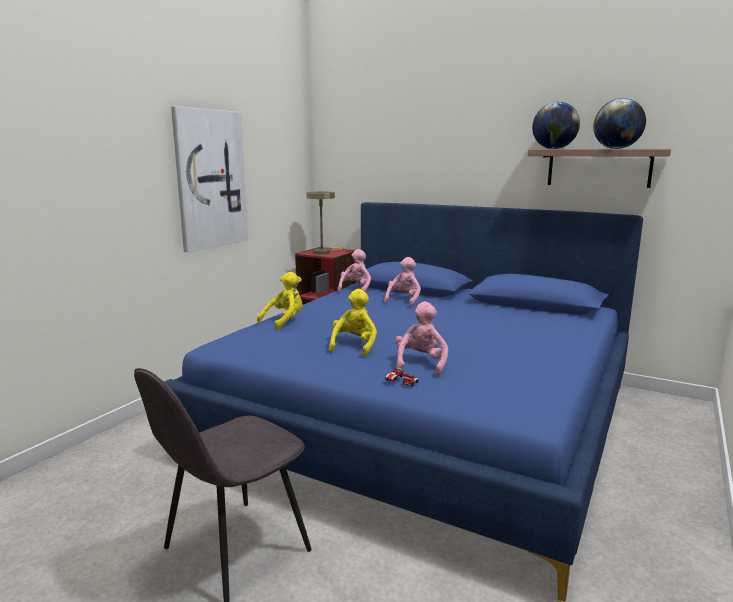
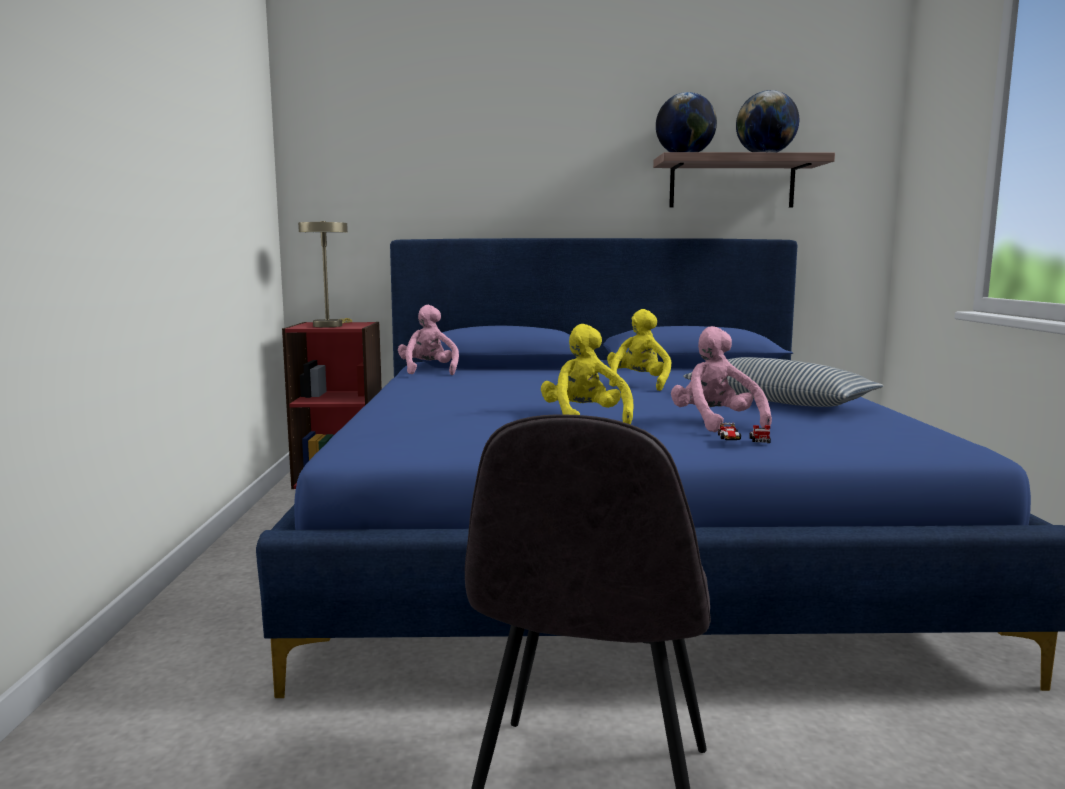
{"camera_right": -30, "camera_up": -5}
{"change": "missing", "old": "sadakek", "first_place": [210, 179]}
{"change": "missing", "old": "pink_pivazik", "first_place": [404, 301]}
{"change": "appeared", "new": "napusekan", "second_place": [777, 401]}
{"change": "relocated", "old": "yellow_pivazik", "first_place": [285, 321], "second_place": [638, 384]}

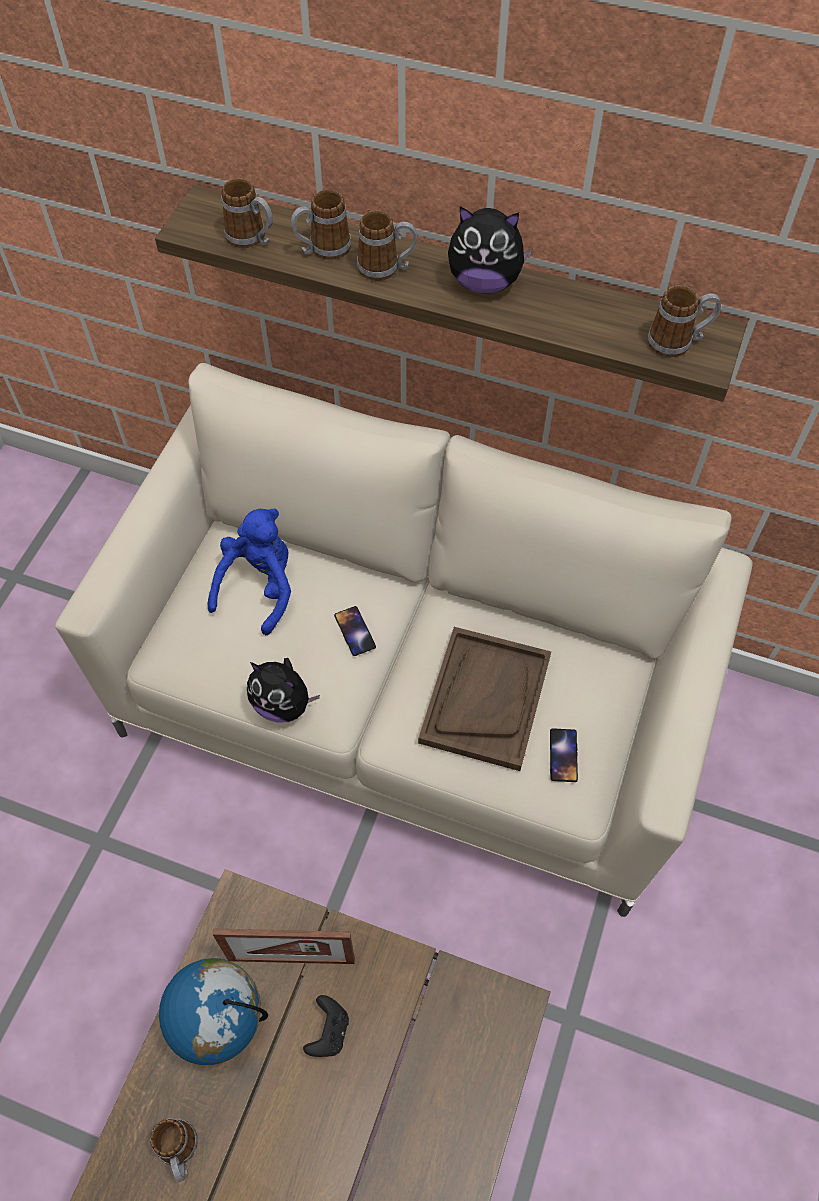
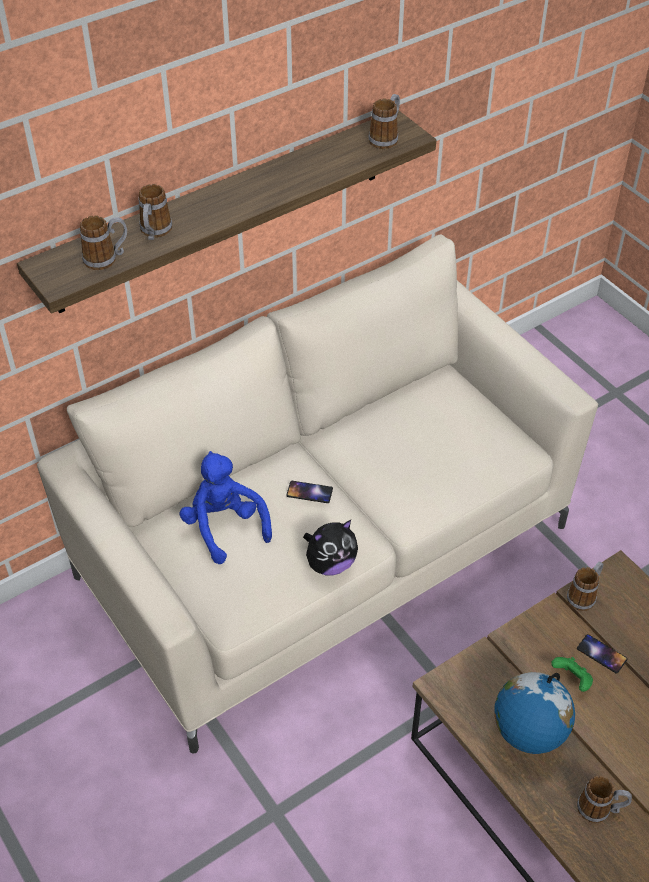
{"camera_right": -55, "camera_up": -10}
{"change": "missing", "old": "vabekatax", "first_place": [291, 959]}
{"change": "missing", "old": "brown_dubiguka", "first_place": [485, 699]}
{"change": "missing", "old": "pivazik", "first_place": [484, 282]}
{"change": "relocated", "old": "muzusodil", "first_place": [386, 268], "second_place": [584, 595]}
{"change": "relocated", "old": "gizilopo", "first_place": [563, 755], "second_place": [601, 654]}
{"change": "colour", "old": "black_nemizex", "new": "green_nemizex", "first_place": [328, 1032], "second_place": [572, 680]}

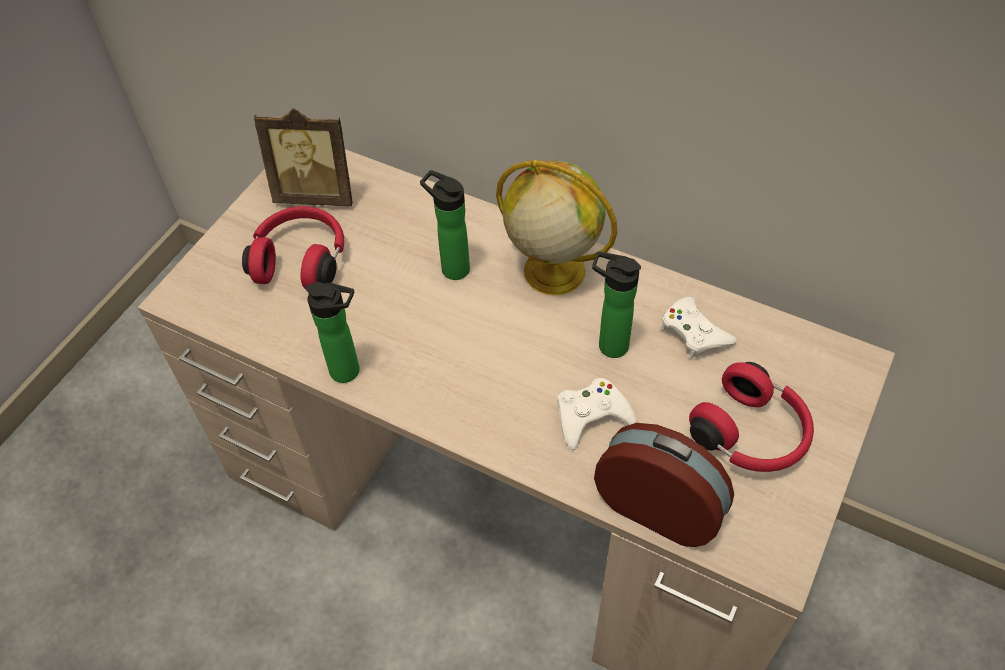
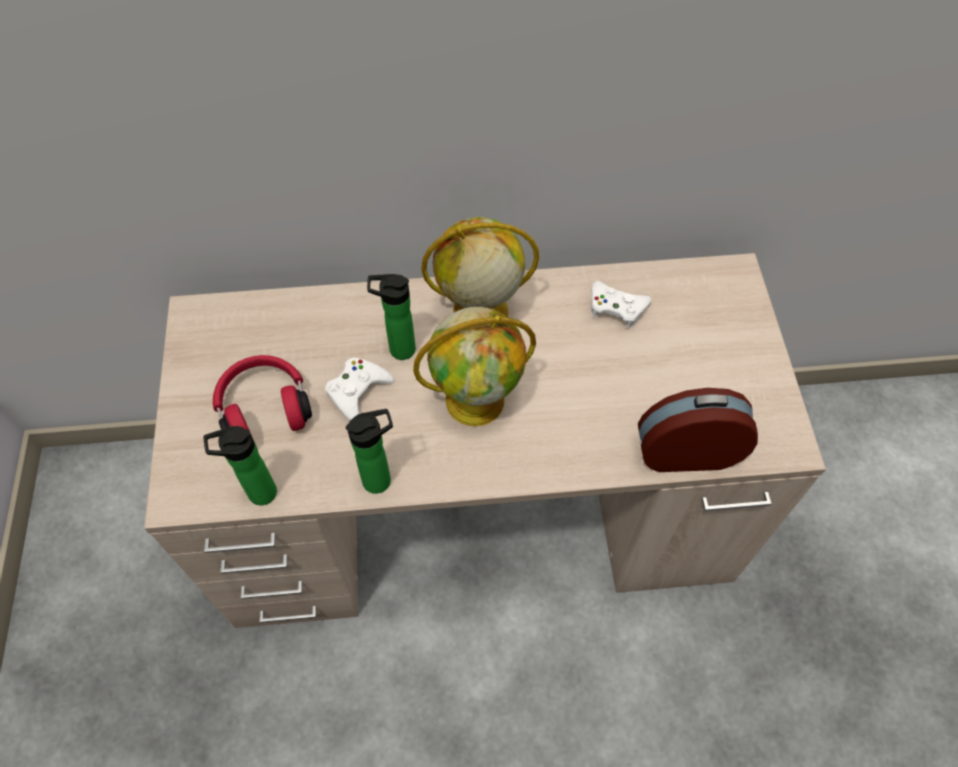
{"camera_right": -35, "camera_up": 5}
{"change": "missing", "old": "vabekatax", "first_place": [317, 194]}
{"change": "missing", "old": "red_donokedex", "first_place": [751, 434]}
{"change": "appeared", "new": "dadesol", "second_place": [476, 399]}
{"change": "relocated", "old": "white_nemizex", "first_place": [591, 416], "second_place": [358, 391]}
{"change": "relocated", "old": "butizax", "first_place": [608, 345], "second_place": [257, 494]}

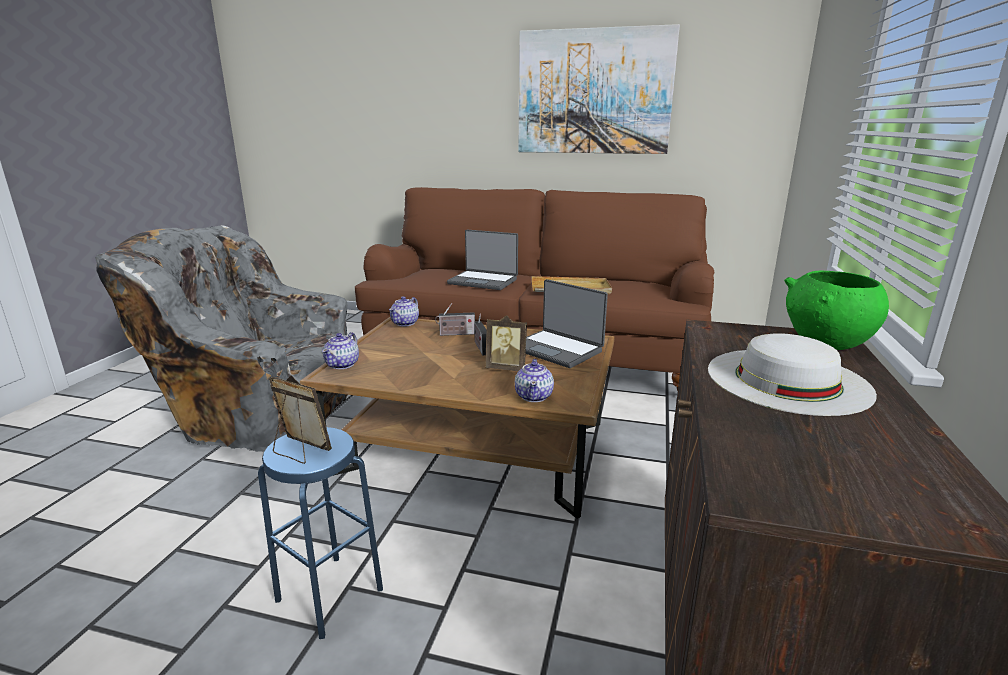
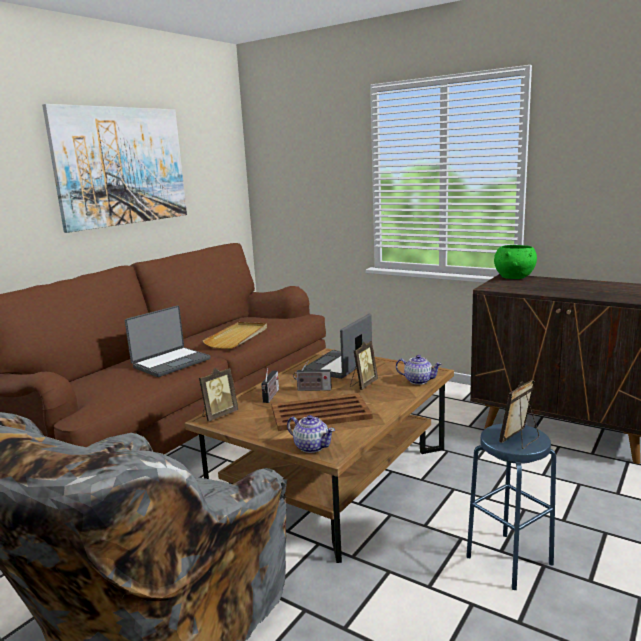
{"camera_right": -70, "camera_up": -5}
{"change": "missing", "old": "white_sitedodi", "first_place": [787, 380]}
{"change": "appeared", "new": "brown_dubiguka", "second_place": [321, 413]}
{"change": "exchanged", "old": "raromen", "new": "vabekatax", "first_place": [405, 323], "second_place": [219, 415]}
{"change": "spun", "old": "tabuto", "first_place": [557, 349], "second_place": [339, 366], "degrees": 150}

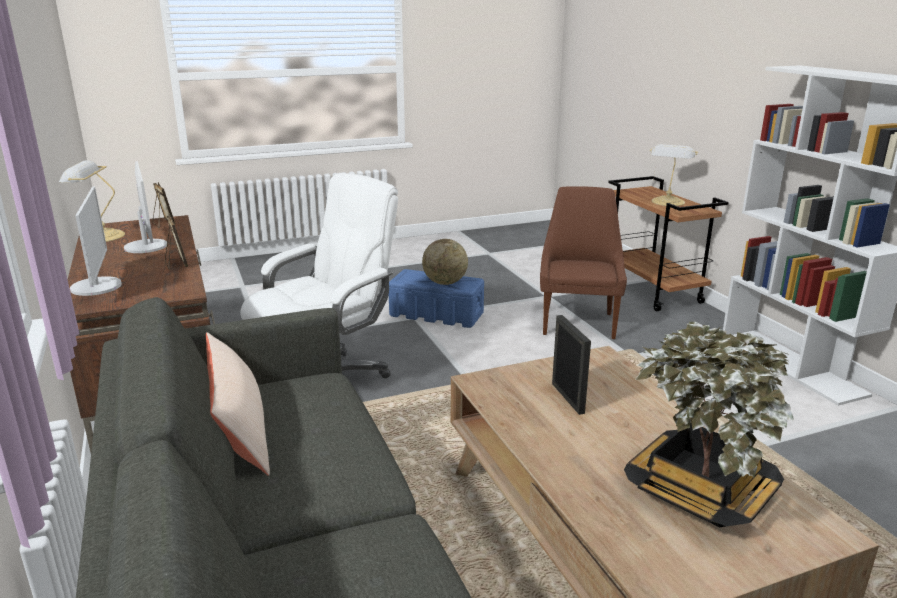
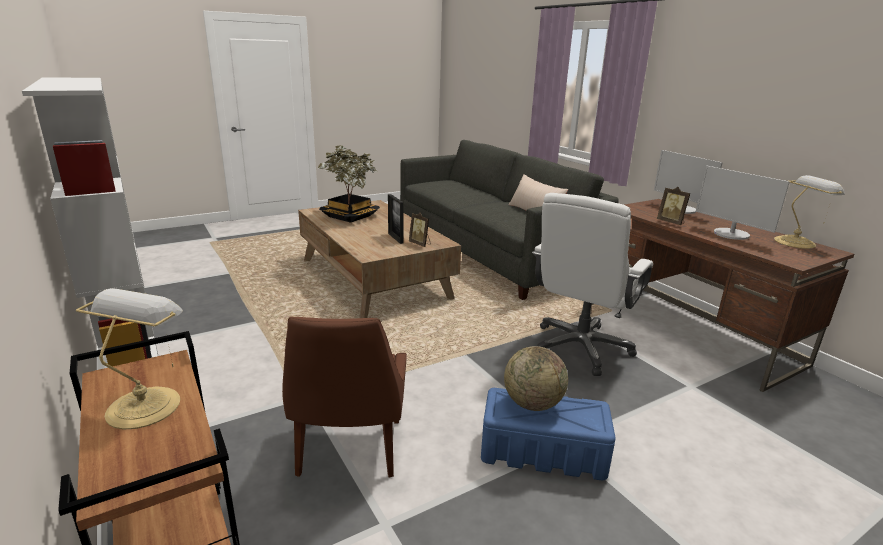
{"camera_right": 170, "camera_up": 0}
{"change": "relocated", "old": "vabekatax", "first_place": [163, 224], "second_place": [420, 244]}

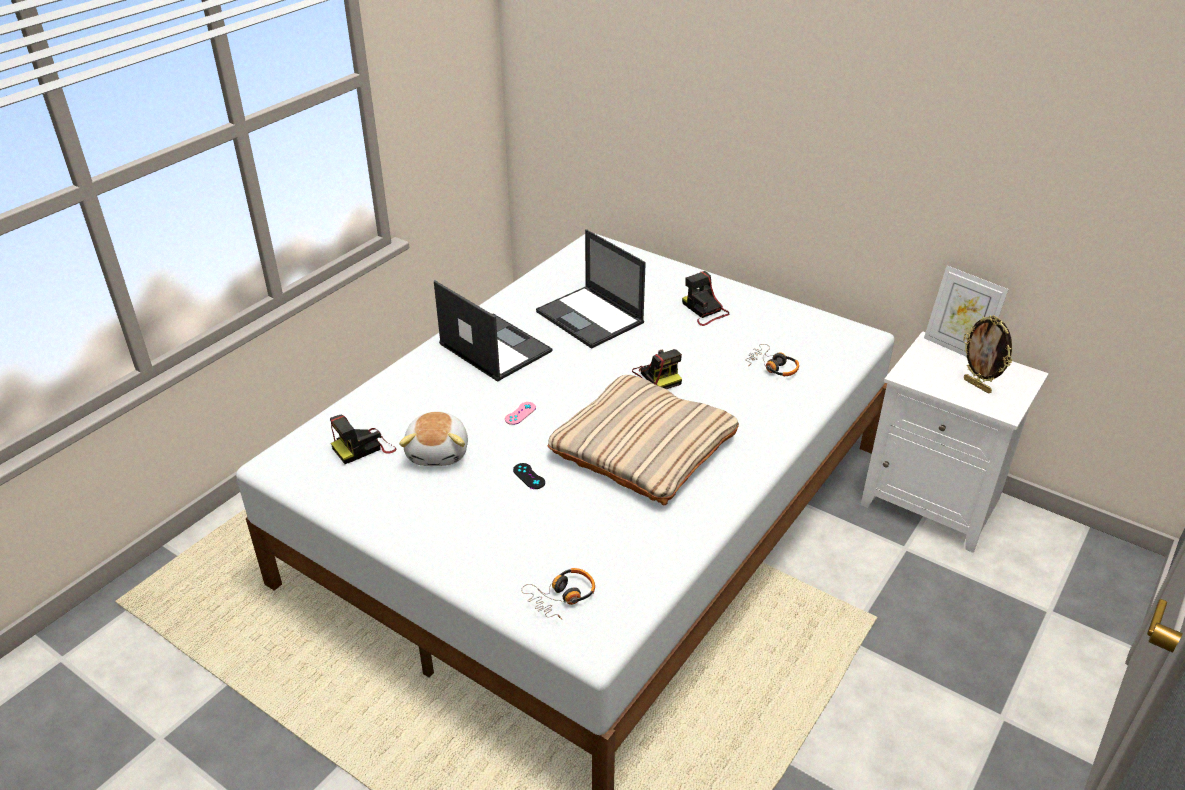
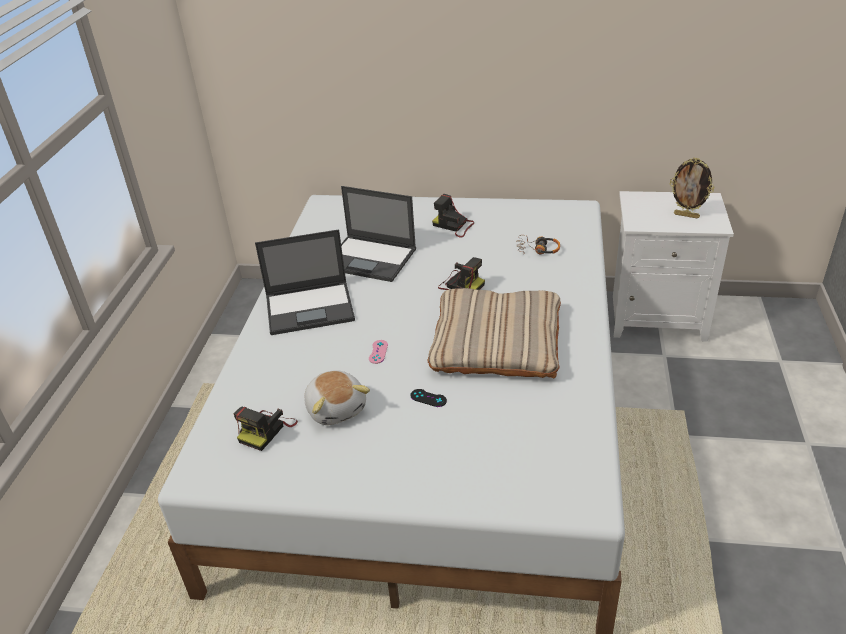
{"camera_right": -25, "camera_up": 0}
{"change": "missing", "old": "donokedex", "first_place": [562, 597]}
{"change": "missing", "old": "vabekatax", "first_place": [955, 347]}
{"change": "spun", "old": "tabuto", "first_place": [494, 347], "second_place": [311, 308], "degrees": 150}

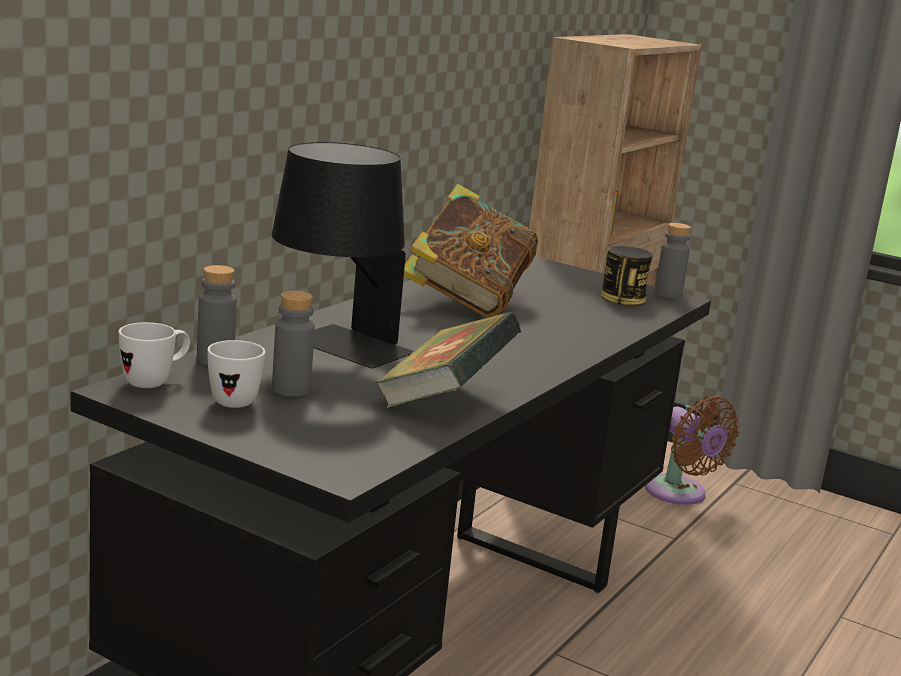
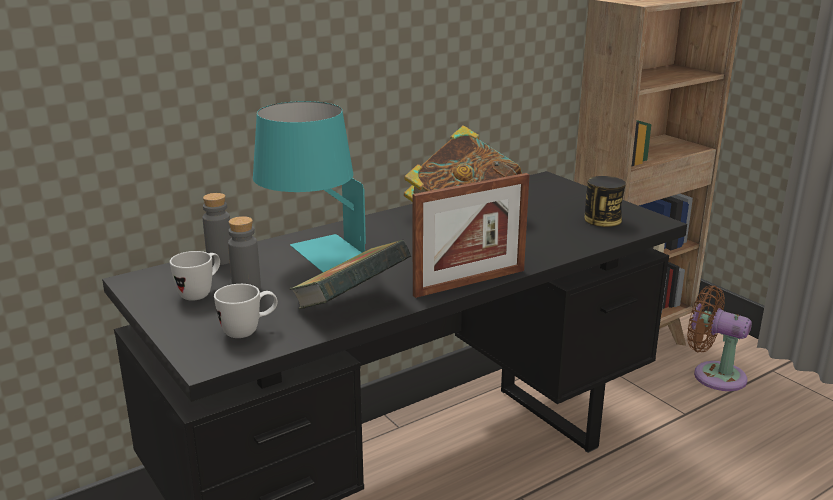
{"camera_right": 25, "camera_up": 5}
{"change": "missing", "old": "grey_butizax", "first_place": [668, 294]}
{"change": "appeared", "new": "vabekatax", "second_place": [470, 282]}
{"change": "relocated", "old": "white_muzusodil", "first_place": [155, 381], "second_place": [249, 331]}
{"change": "colour", "old": "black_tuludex", "new": "turquoise_tuludex", "first_place": [336, 351], "second_place": [314, 257]}
{"change": "spun", "old": "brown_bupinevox", "first_place": [680, 494], "second_place": [713, 375], "degrees": 135}

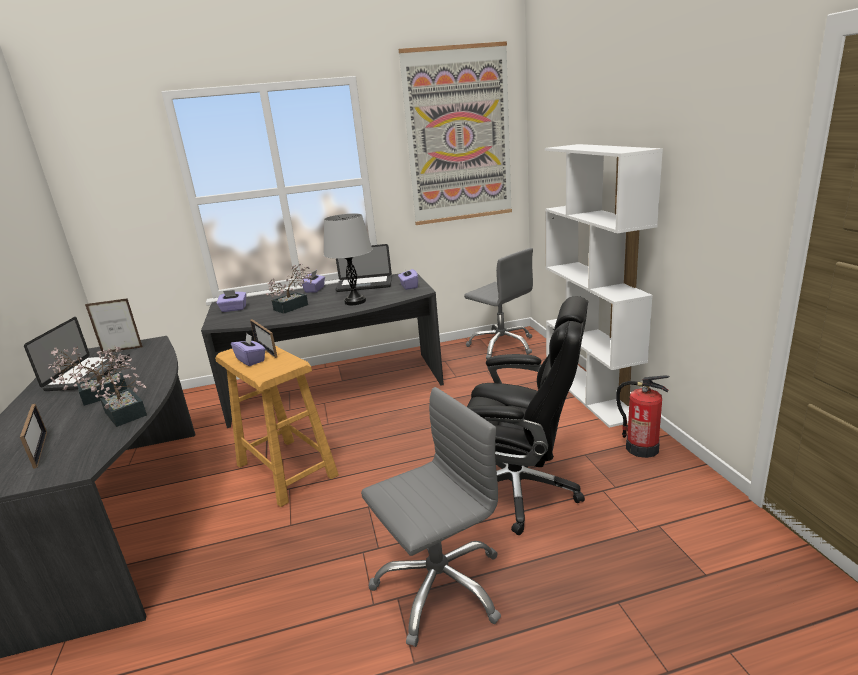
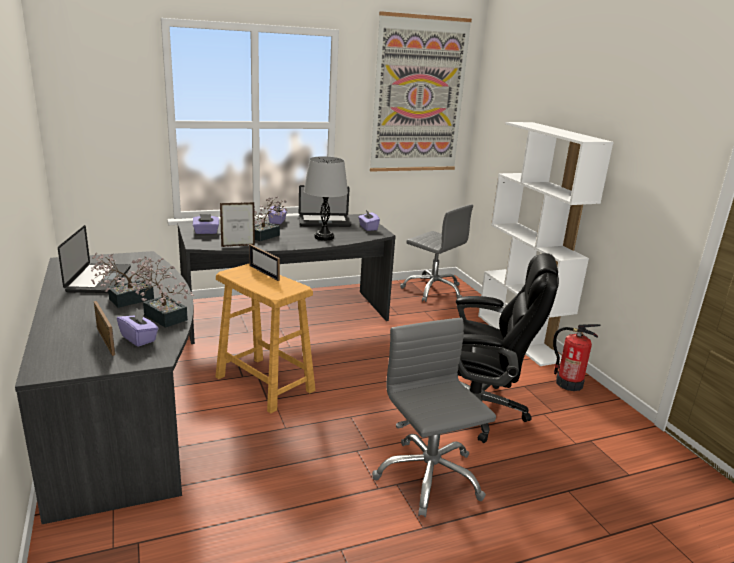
{"camera_right": -10, "camera_up": 0}
{"change": "relocated", "old": "vabekatax", "first_place": [122, 350], "second_place": [238, 246]}
{"change": "relocated", "old": "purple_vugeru", "first_place": [251, 360], "second_place": [139, 338]}
{"change": "spun", "old": "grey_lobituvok", "first_place": [439, 586], "second_place": [428, 477], "degrees": -75}

